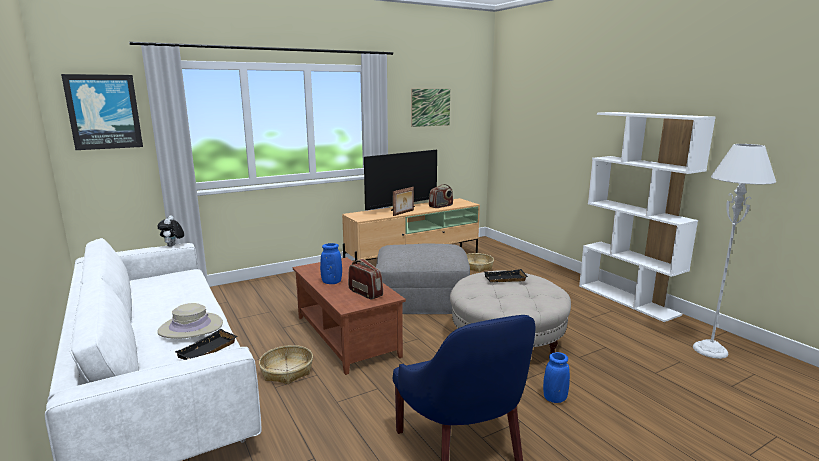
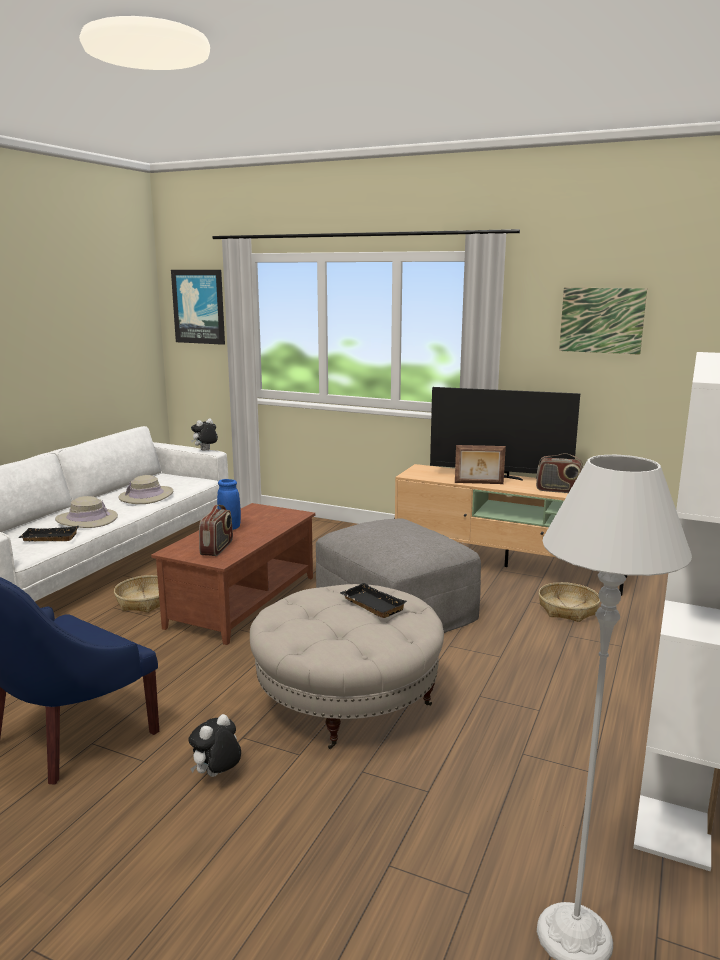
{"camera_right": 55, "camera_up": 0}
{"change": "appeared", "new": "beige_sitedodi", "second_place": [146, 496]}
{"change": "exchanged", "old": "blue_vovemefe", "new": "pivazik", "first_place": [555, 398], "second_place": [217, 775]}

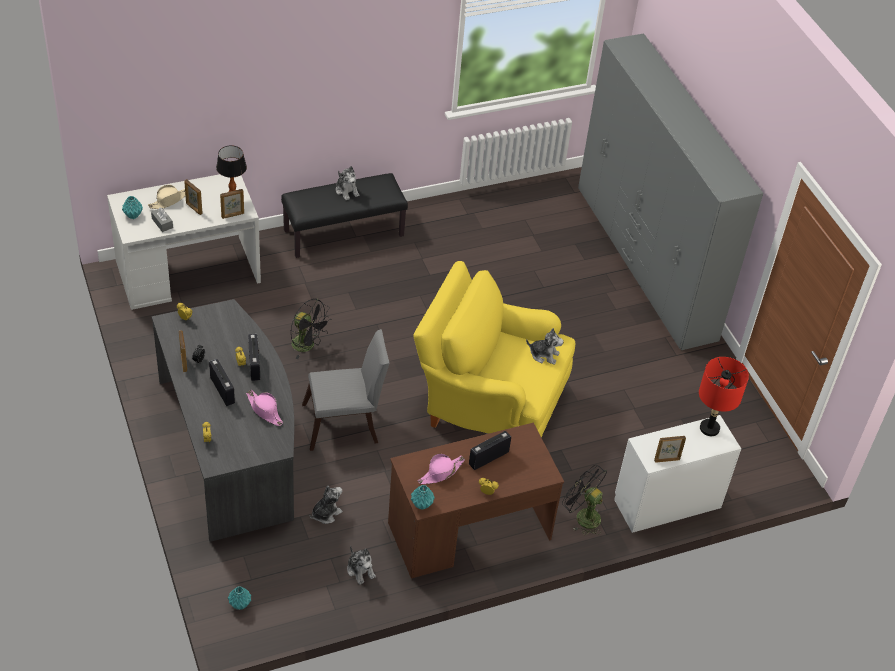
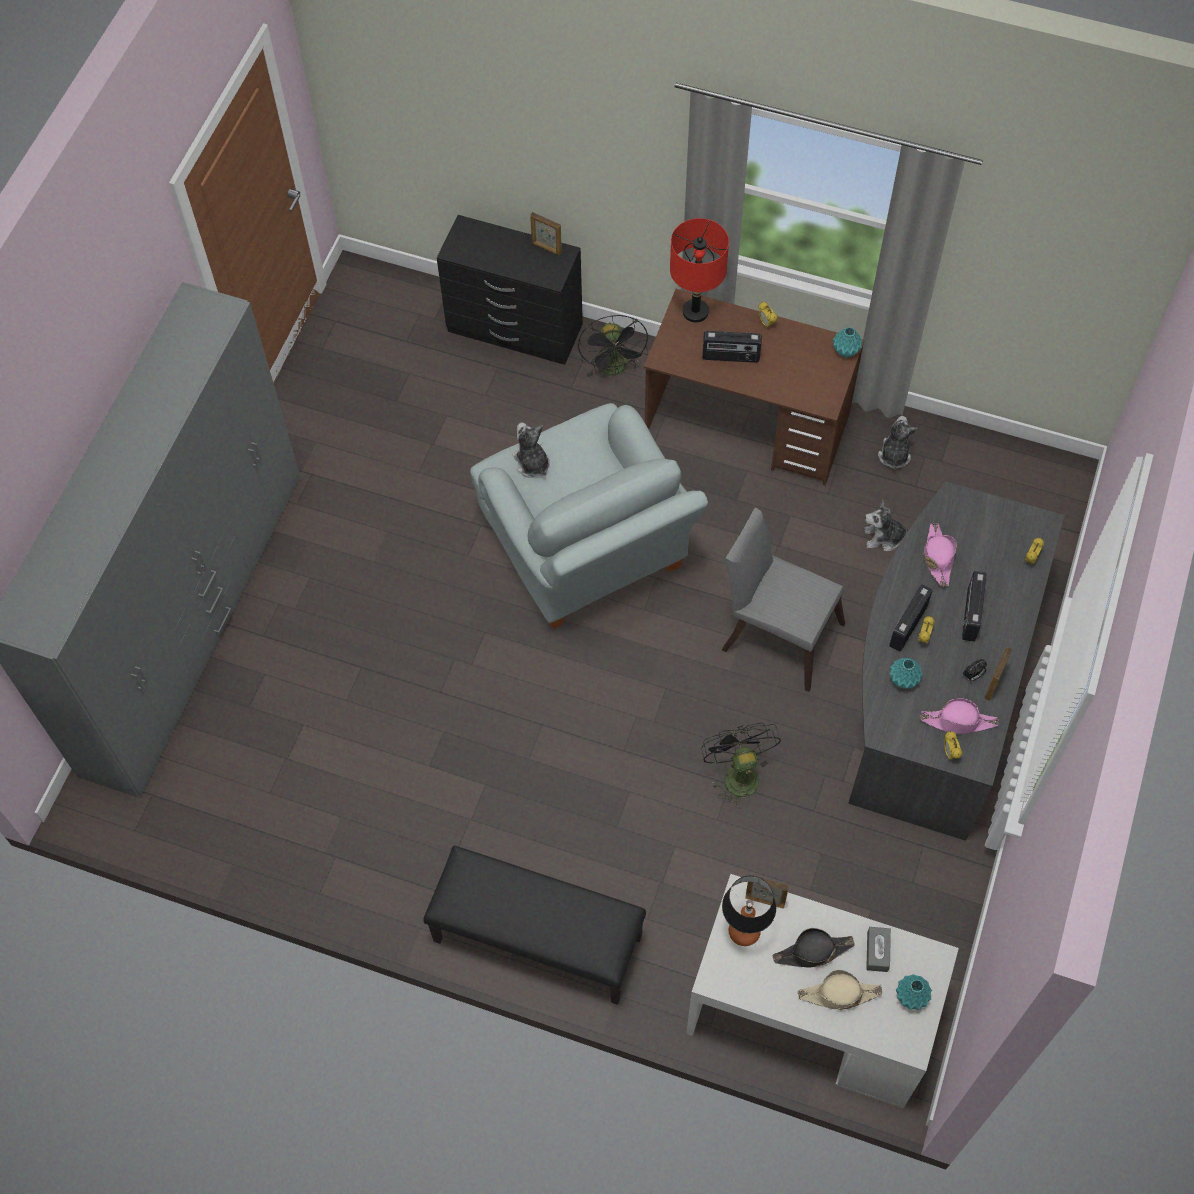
{"camera_right": -135, "camera_up": 15}
{"change": "missing", "old": "pivazik", "first_place": [347, 191]}
{"change": "relocated", "old": "turquoise_vovemefe", "first_place": [240, 604], "second_place": [903, 680]}
{"change": "relocated", "old": "pink_sitedodi", "first_place": [441, 472], "second_place": [958, 721]}
{"change": "relocated", "old": "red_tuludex", "first_place": [709, 428], "second_place": [695, 311]}
{"change": "exchanged", "old": "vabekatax", "new": "black_sitedodi", "first_place": [194, 208], "second_place": [812, 952]}
{"change": "colour", "old": "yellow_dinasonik", "new": "grey_dinasonik", "first_place": [488, 402], "second_place": [587, 553]}
{"change": "colour", "old": "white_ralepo", "new": "black_ralepo", "first_place": [666, 502], "second_place": [515, 329]}

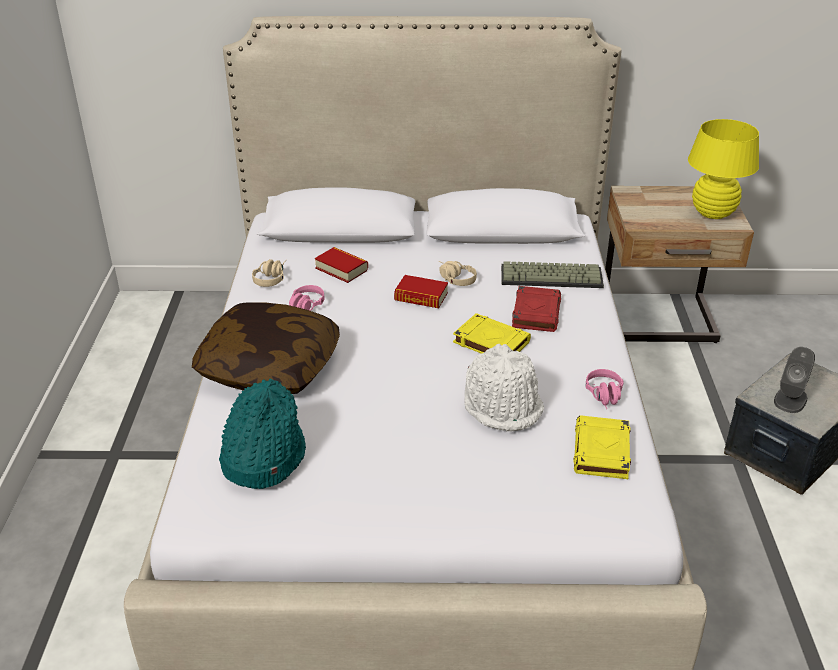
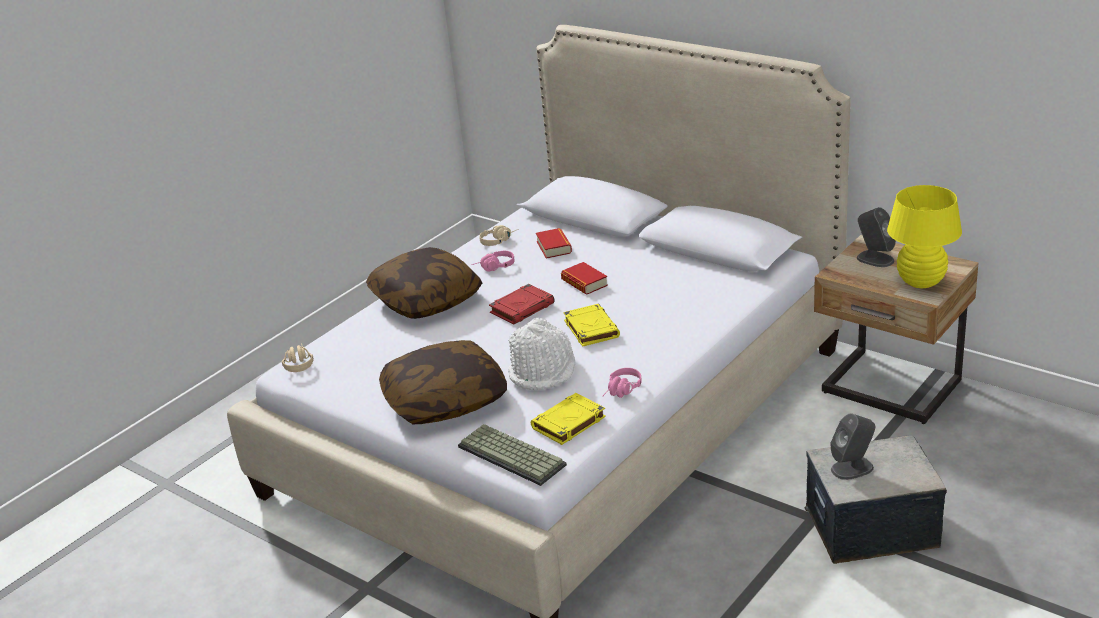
{"camera_right": 40, "camera_up": -5}
{"change": "missing", "old": "turquoise_sitedodi", "first_place": [262, 456]}
{"change": "appeared", "new": "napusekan", "second_place": [445, 401]}
{"change": "appeared", "new": "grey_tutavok", "second_place": [874, 259]}
{"change": "relocated", "old": "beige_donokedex", "first_place": [453, 279], "second_place": [298, 363]}
{"change": "relocated", "old": "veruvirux", "first_place": [552, 276], "second_place": [513, 455]}
{"change": "relocated", "old": "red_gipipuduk", "first_place": [536, 312], "second_place": [522, 308]}

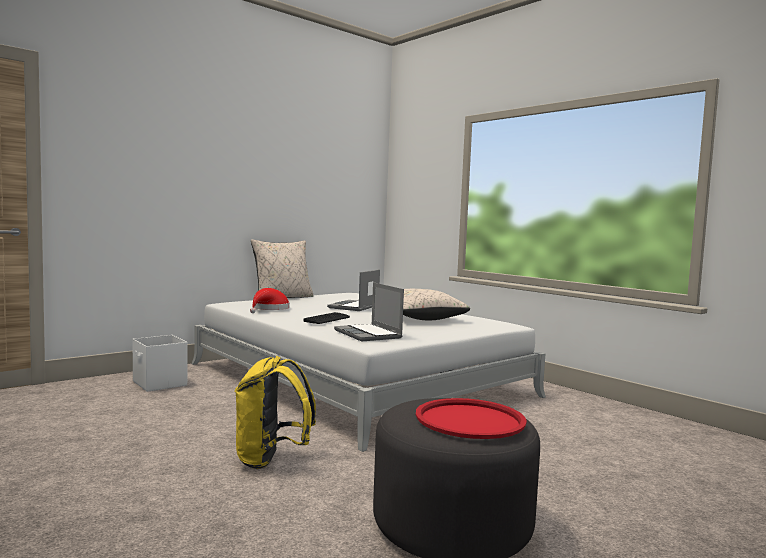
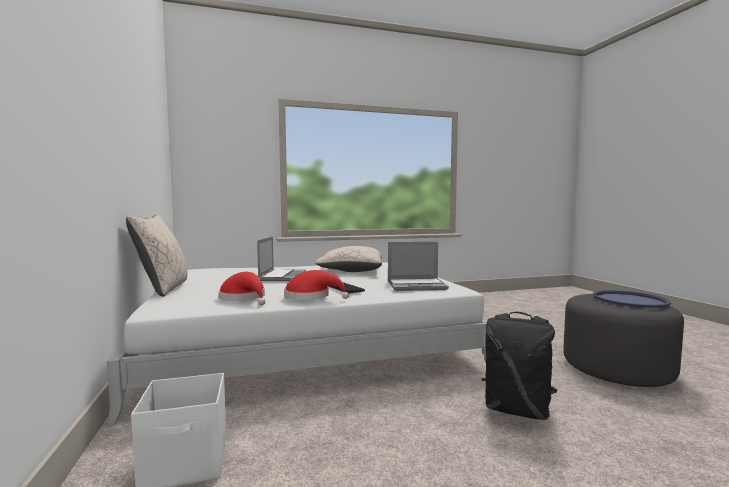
{"camera_right": -65, "camera_up": 0}
{"change": "appeared", "new": "red_sitedodi", "second_place": [311, 296]}
{"change": "colour", "old": "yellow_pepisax", "new": "black_pepisax", "first_place": [271, 460], "second_place": [517, 410]}
{"change": "colour", "old": "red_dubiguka", "new": "blue_dubiguka", "first_place": [470, 420], "second_place": [629, 300]}
{"change": "spun", "old": "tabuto", "first_place": [354, 307], "second_place": [282, 276], "degrees": -135}

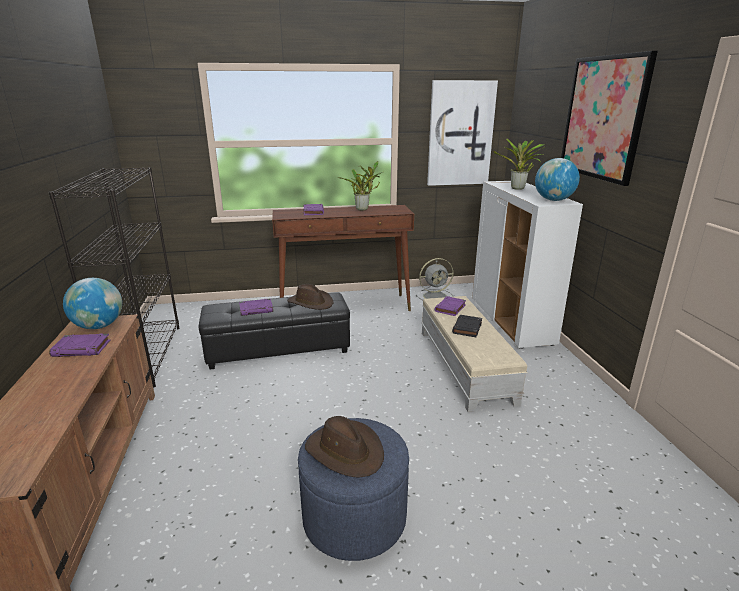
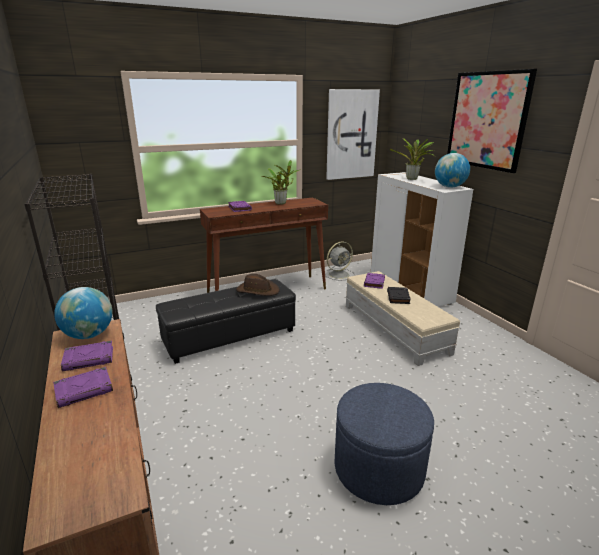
{"camera_right": -15, "camera_up": 0}
{"change": "missing", "old": "brown_sitedodi", "first_place": [345, 451]}
{"change": "relocated", "old": "purple_gipipuduk", "first_place": [256, 309], "second_place": [85, 390]}

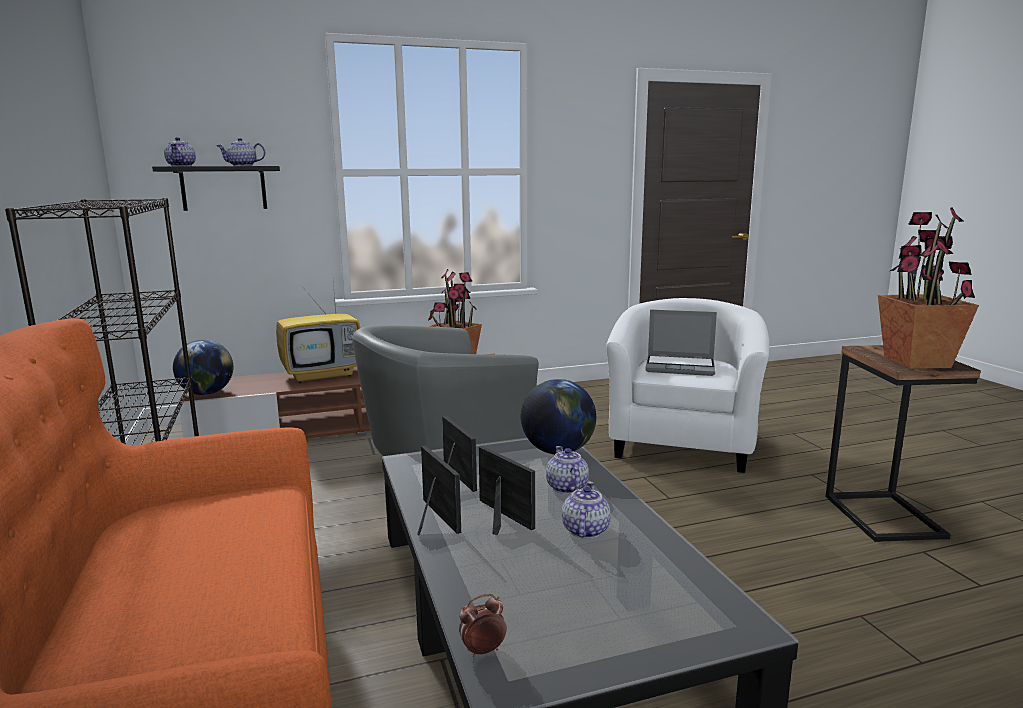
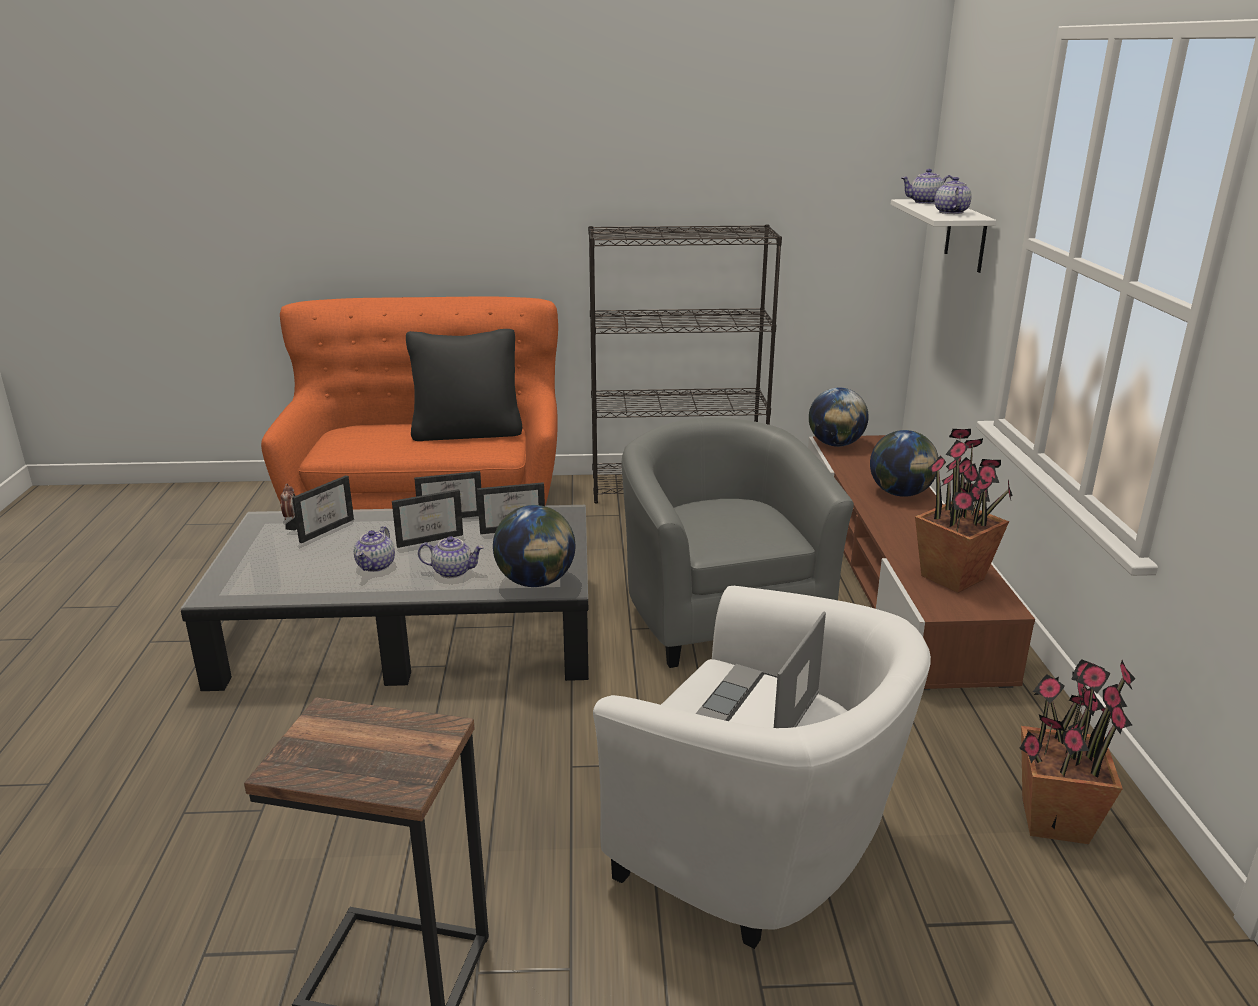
{"camera_right": 105, "camera_up": 10}
{"change": "appeared", "new": "vabekatax", "second_place": [323, 528]}
{"change": "appeared", "new": "black_napusekan", "second_place": [467, 433]}
{"change": "relocated", "old": "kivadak", "first_place": [916, 362], "second_place": [1053, 820]}
{"change": "exchanged", "old": "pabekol", "new": "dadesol", "first_place": [323, 375], "second_place": [900, 493]}
{"change": "colour", "old": "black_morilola", "new": "white_morilola", "first_place": [223, 188], "second_place": [966, 235]}
{"change": "spun", "old": "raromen", "first_place": [584, 530], "second_place": [376, 566], "degrees": 75}

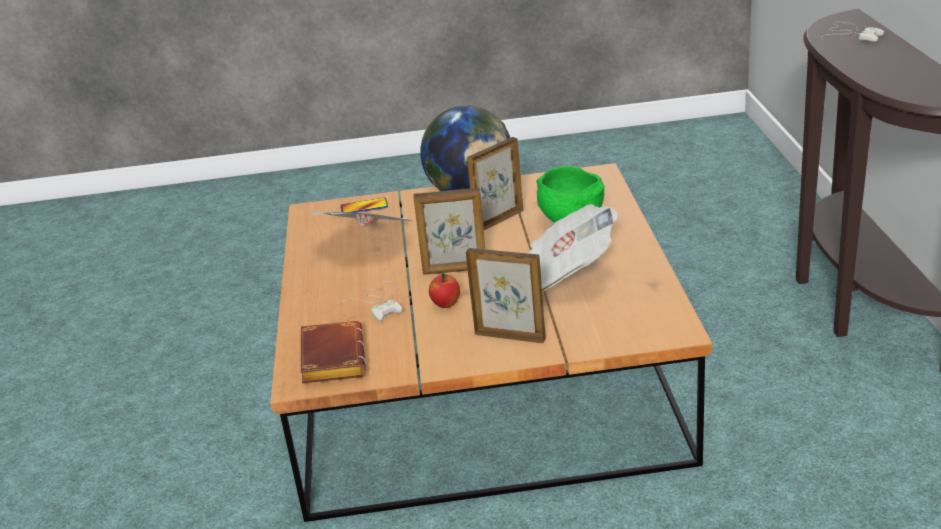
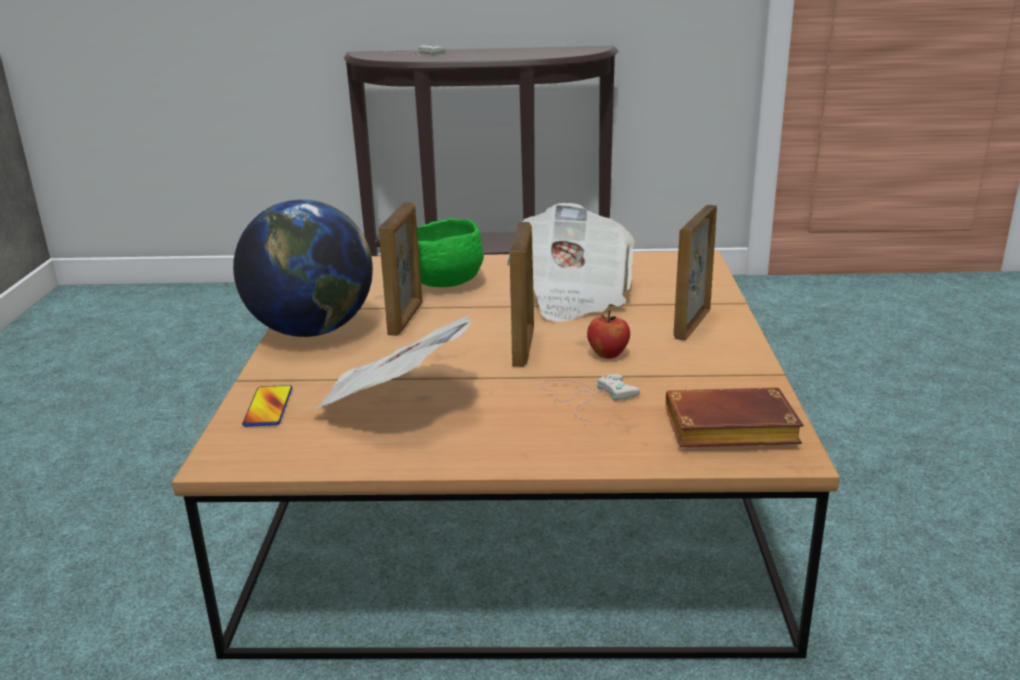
{"camera_right": -85, "camera_up": -5}
{"change": "spun", "old": "vabekatax", "first_place": [498, 220], "second_place": [406, 319], "degrees": -135}

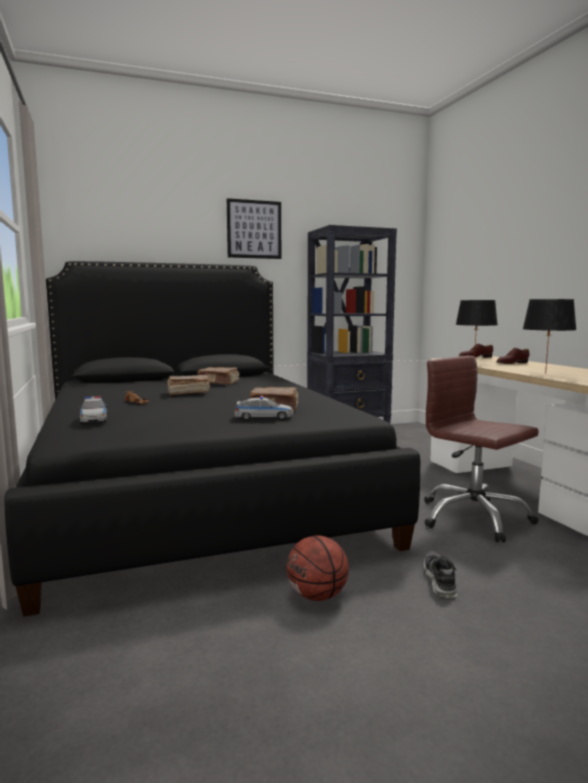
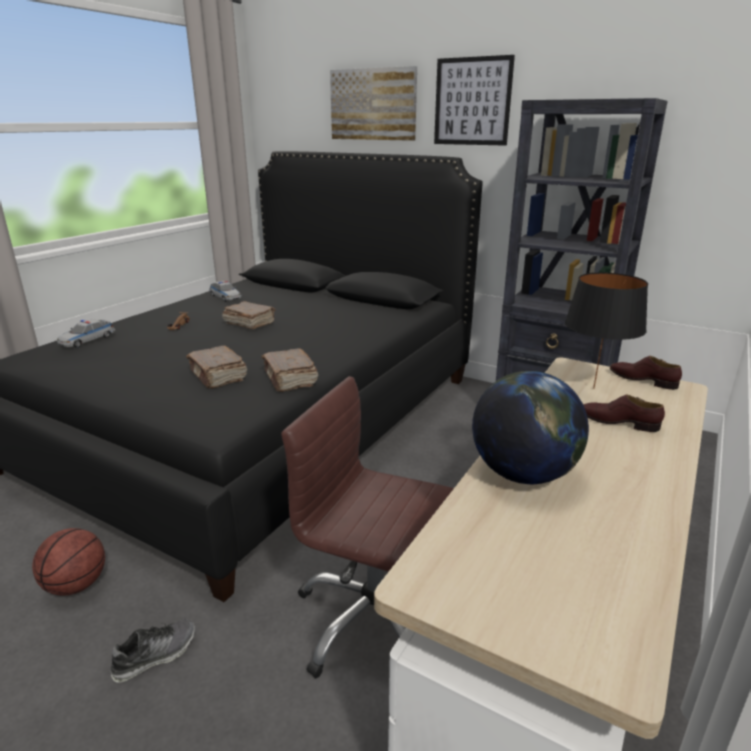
{"camera_right": 50, "camera_up": 15}
{"change": "appeared", "new": "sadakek", "second_place": [373, 104]}
{"change": "relocated", "old": "brown_gipipuduk", "first_place": [219, 383], "second_place": [290, 379]}
{"change": "relocated", "old": "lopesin", "first_place": [263, 417], "second_place": [225, 297]}
{"change": "exchanged", "old": "black_tuludex", "new": "dadesol", "first_place": [545, 373], "second_place": [523, 475]}
{"change": "spun", "old": "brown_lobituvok", "first_place": [473, 518], "second_place": [374, 620], "degrees": -75}

